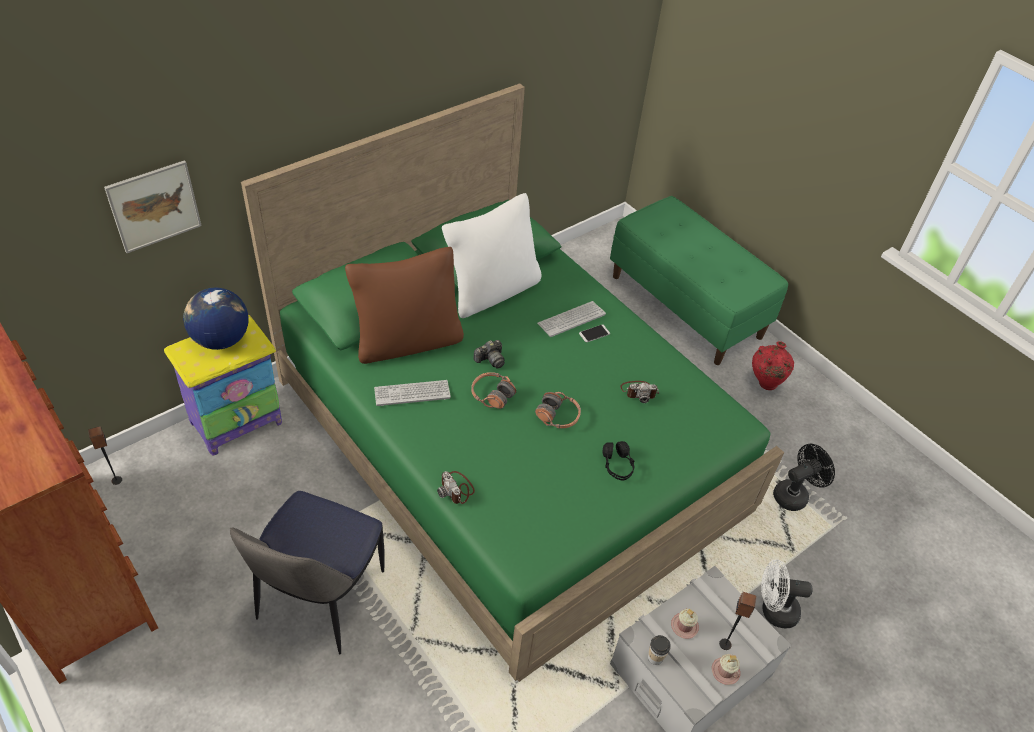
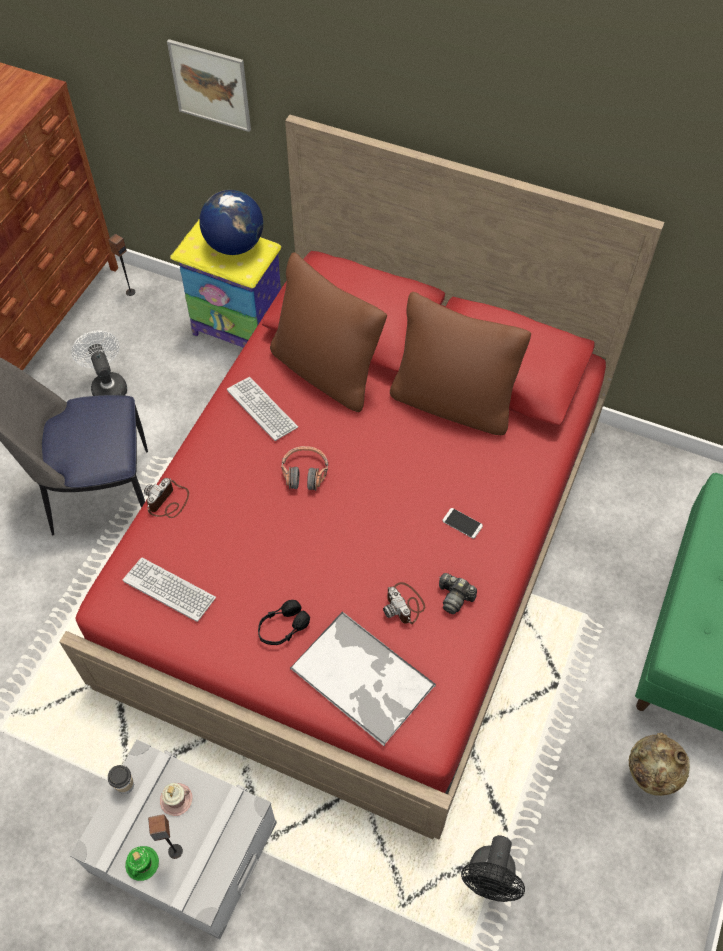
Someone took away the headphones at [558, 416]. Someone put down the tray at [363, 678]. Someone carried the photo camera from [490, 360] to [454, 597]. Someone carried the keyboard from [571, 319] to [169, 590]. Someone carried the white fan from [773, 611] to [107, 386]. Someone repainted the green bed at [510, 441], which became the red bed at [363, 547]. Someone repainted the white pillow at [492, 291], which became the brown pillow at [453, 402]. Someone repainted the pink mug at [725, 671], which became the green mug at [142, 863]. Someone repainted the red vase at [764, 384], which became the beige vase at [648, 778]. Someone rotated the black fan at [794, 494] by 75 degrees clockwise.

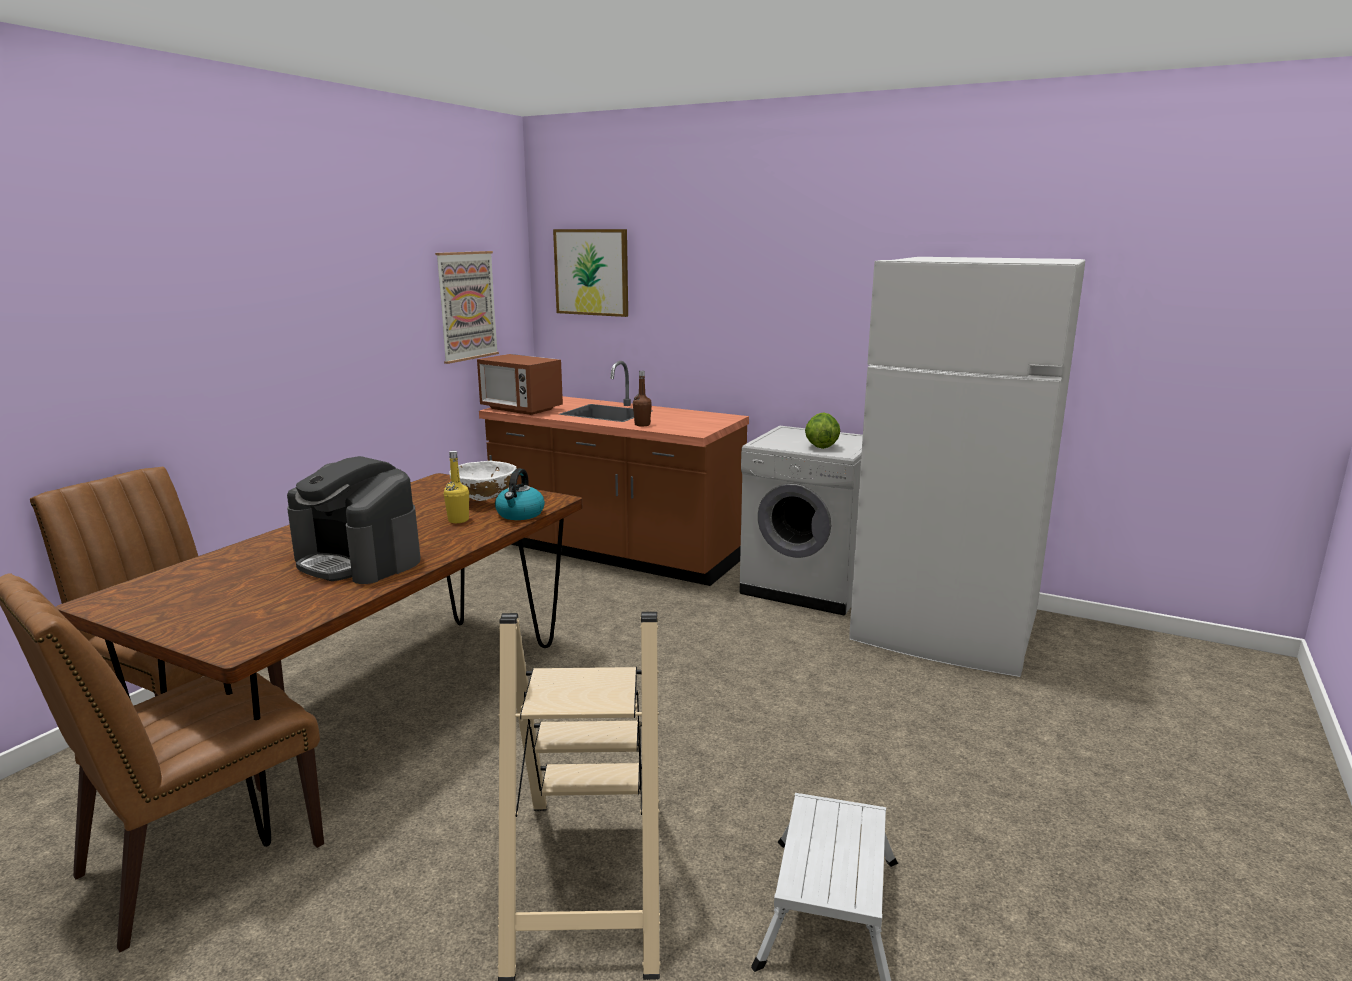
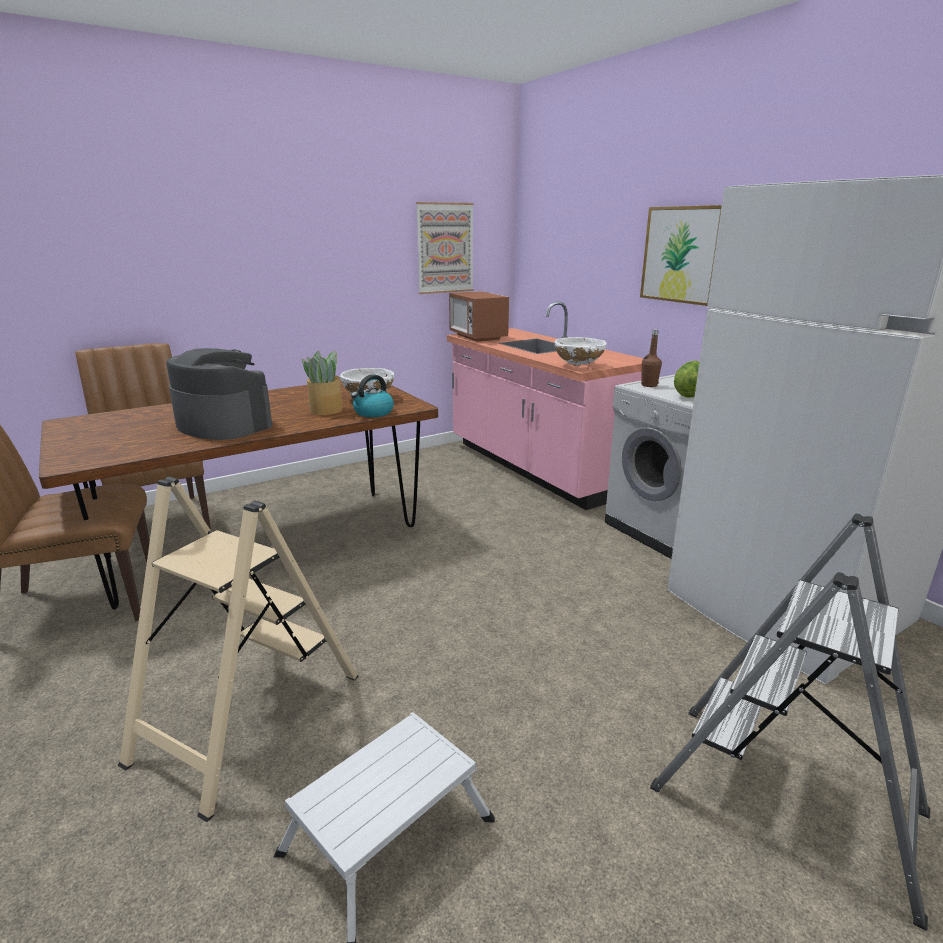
Someone put down the white bowl at [578, 366]. Someone put down the grey step ladder at [791, 800]. Someone carried the picture from [592, 272] to [682, 255]. Someone carried the brown bottle from [642, 425] to [649, 385]. Someone swapped the yellow bottle at [458, 520] for the potted plant at [327, 410]. Someone repainted the brown counter at [615, 553], which became the pink counter at [535, 467]. Someone rotated the coffee machine at [358, 560] by 150 degrees clockwise.

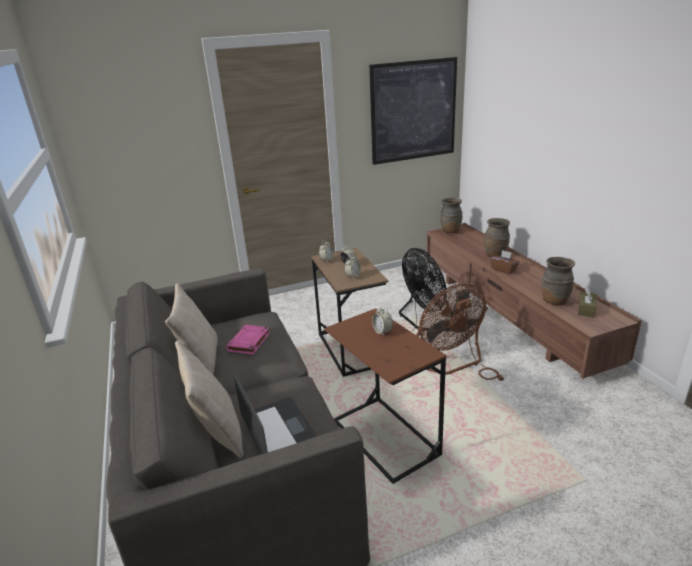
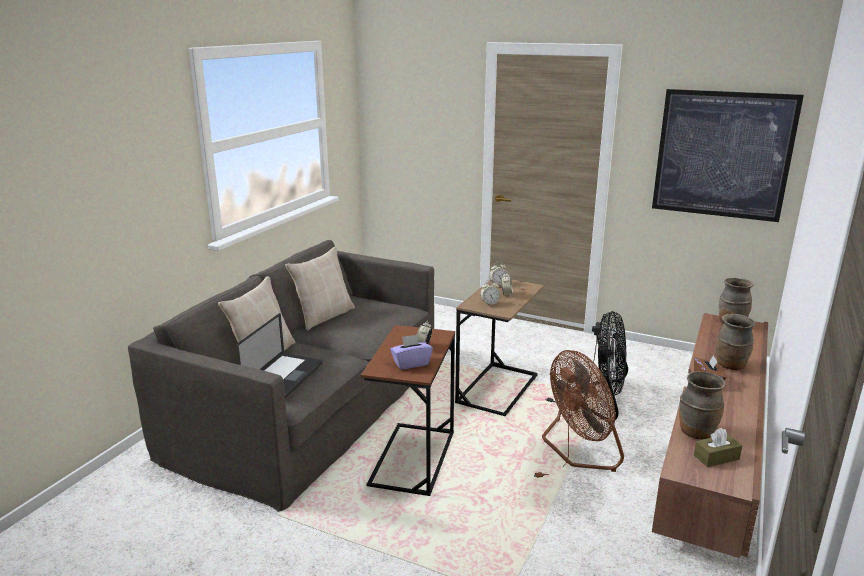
Someone took away the pink book at [249, 342]. Someone put down the purple tissue box at [411, 363]. Someone rotated the brown fan at [458, 362] by 45 degrees clockwise.

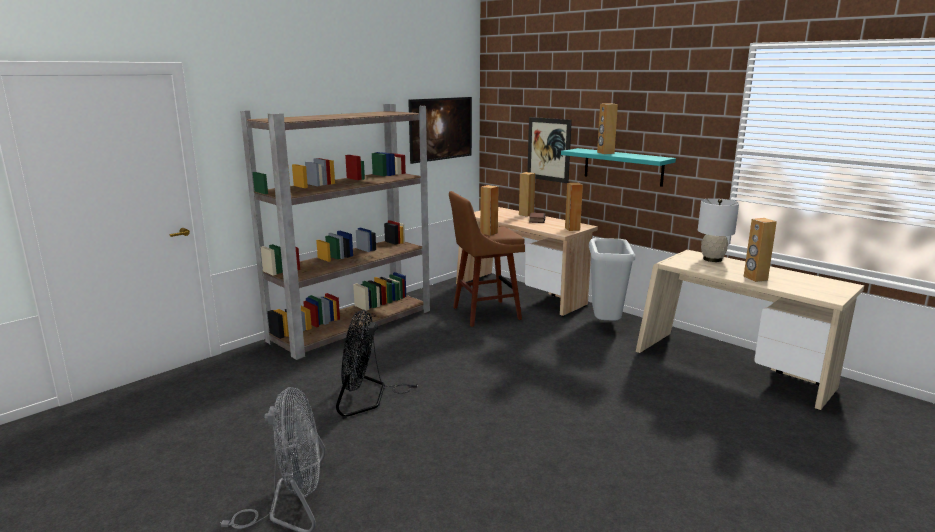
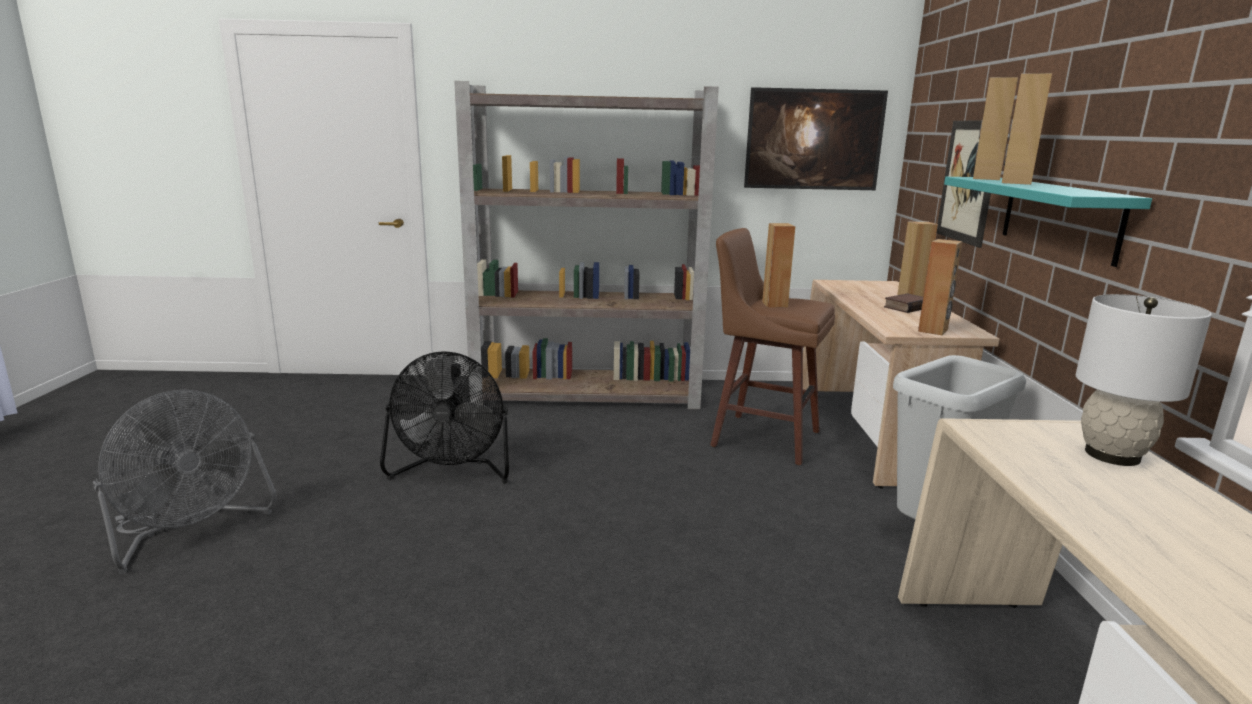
Someone carried the brown speaker from [755, 278] to [986, 178]. Someone rotated the black fan at [369, 395] by 135 degrees counterclockwise.

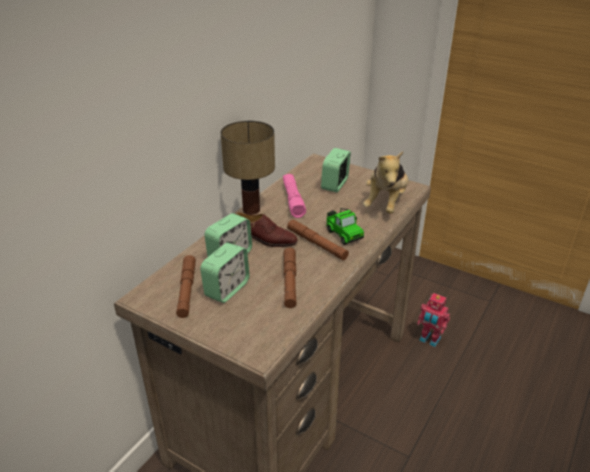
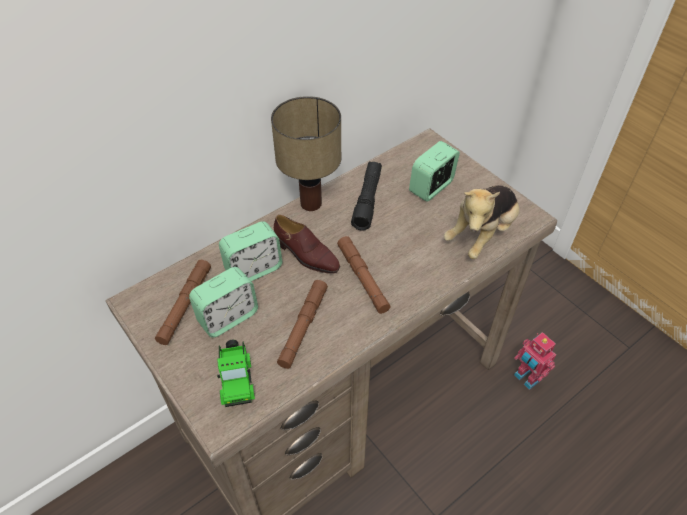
Someone carried the toy car from [343, 234] to [236, 379]. Someone repainted the pink flashlight at [293, 200], which became the black flashlight at [367, 200].

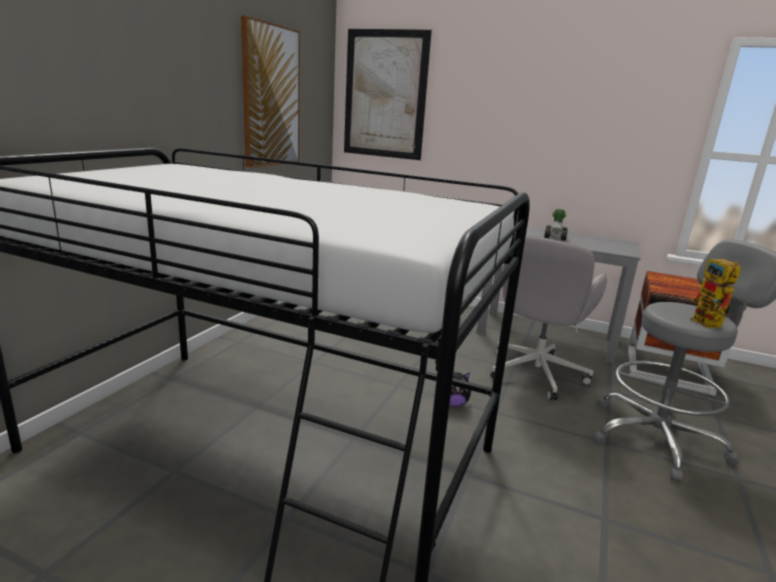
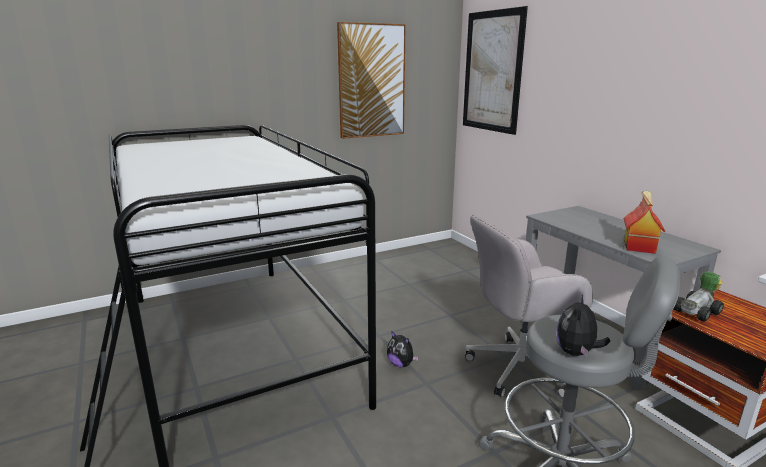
Someone put down the toy house at [638, 246]. Someone carried the toy car from [555, 237] to [698, 312]. Someone swapped the toy robot at [712, 325] for the plush toy at [576, 353].

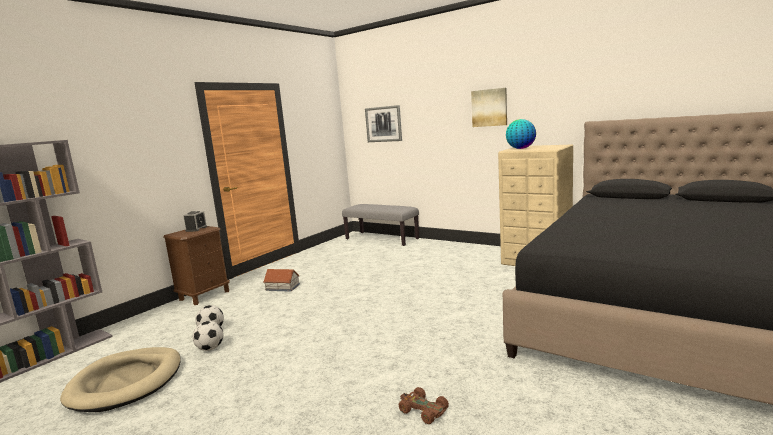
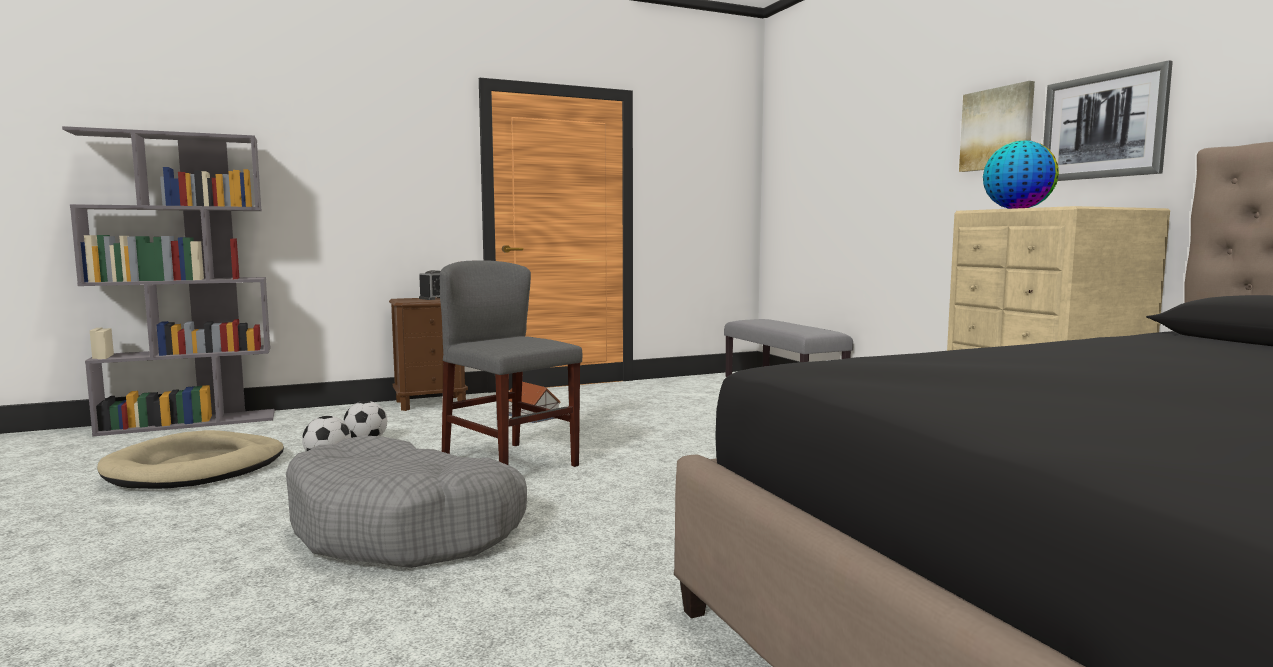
Someone took away the brown toy car at [422, 410]. Someone put down the grey dog bed at [407, 529]. Someone put down the grey chair at [510, 464]. Someone carried the picture from [383, 124] to [1103, 126].

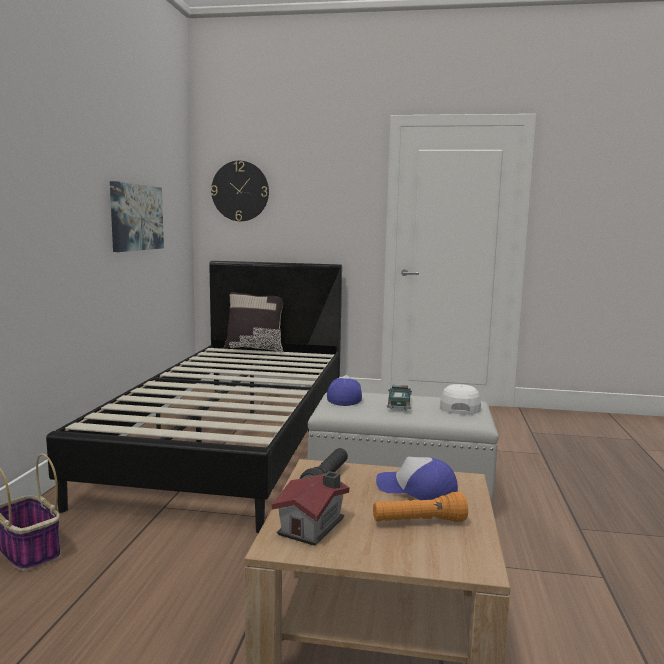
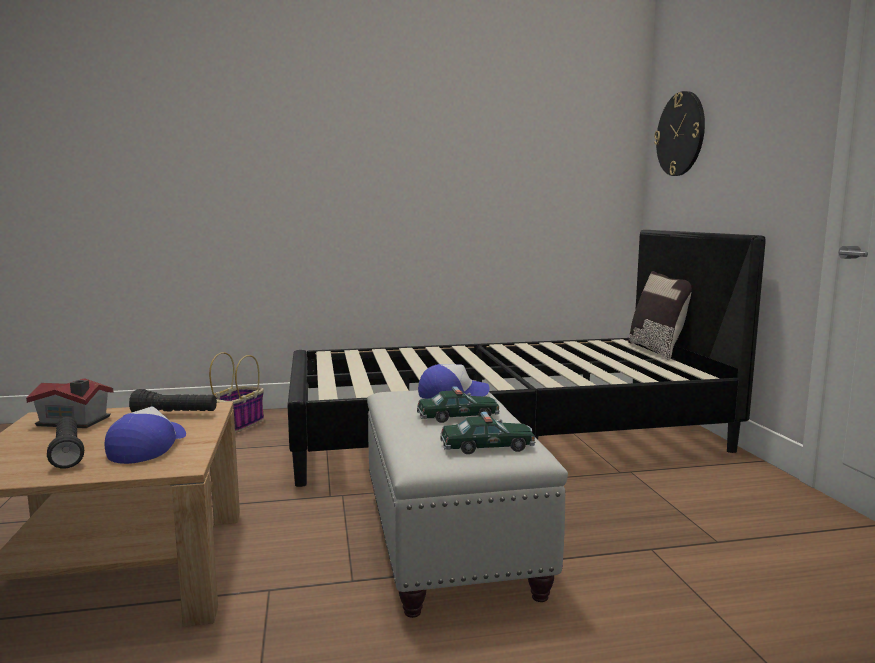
Someone took away the picture at [136, 217]. Someone swapped the white cap at [459, 407] for the toy car at [487, 447]. Someone repainted the orange flashlight at [418, 522], which became the black flashlight at [67, 453].

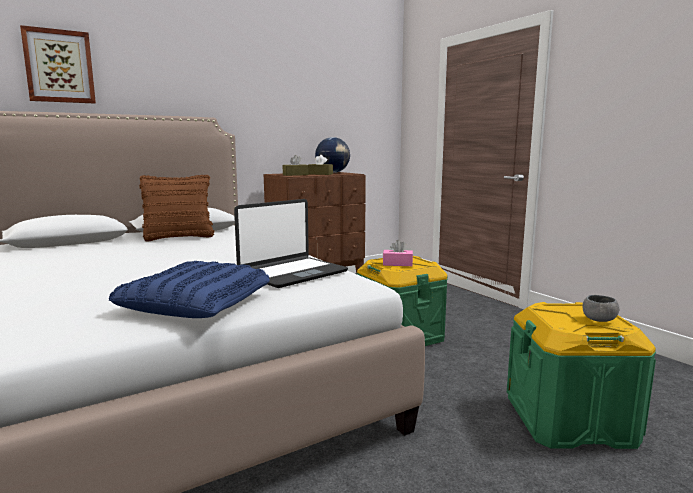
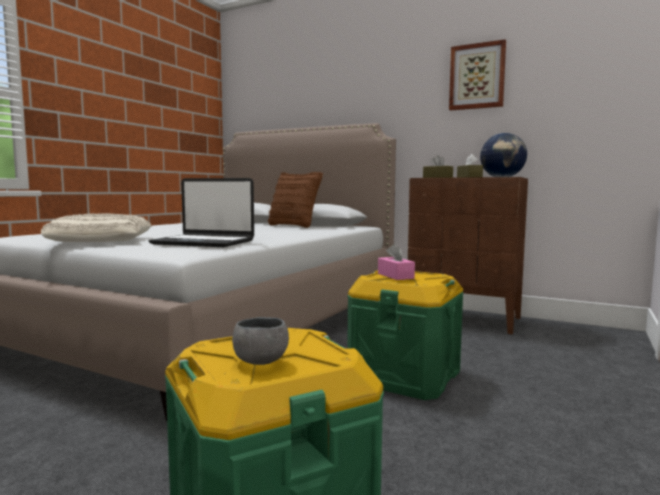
Someone carried the picture from [59, 66] to [477, 76]. Someone repainted the blue pillow at [196, 304], which became the beige pillow at [102, 241].

